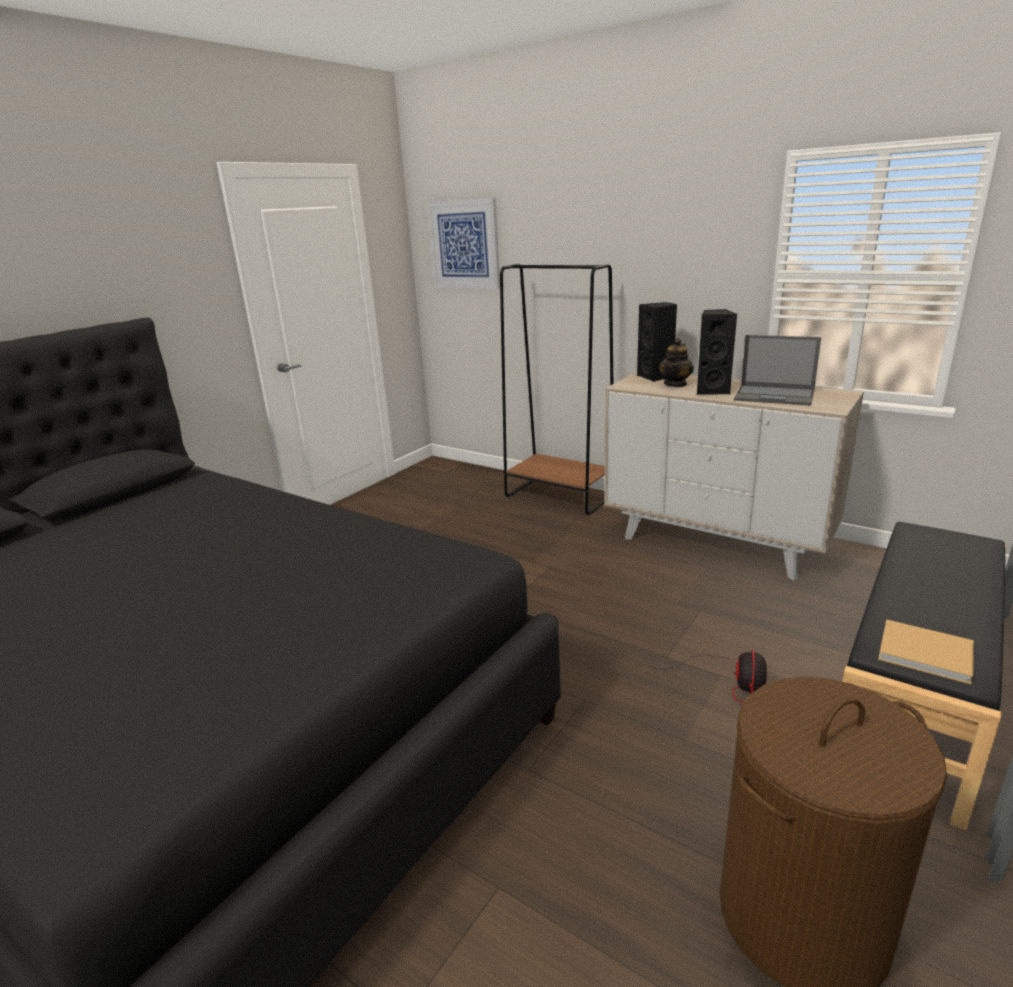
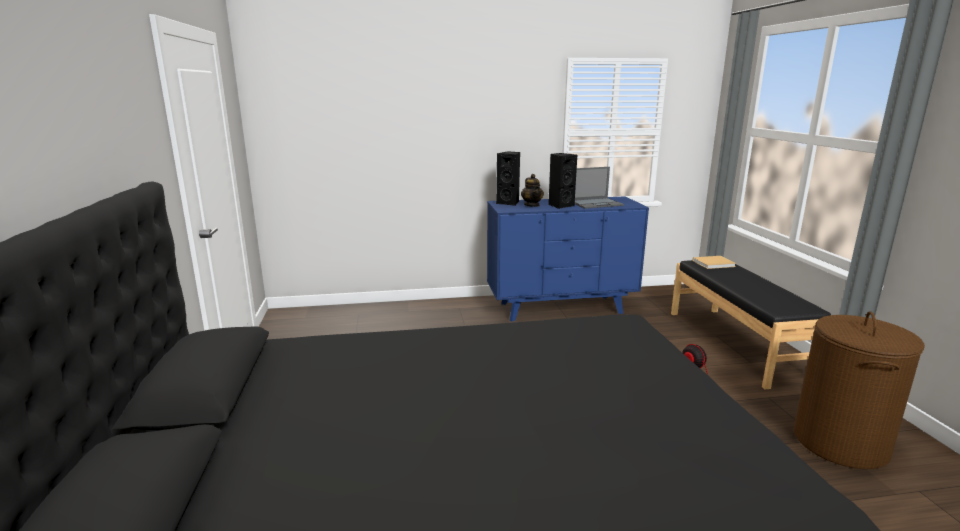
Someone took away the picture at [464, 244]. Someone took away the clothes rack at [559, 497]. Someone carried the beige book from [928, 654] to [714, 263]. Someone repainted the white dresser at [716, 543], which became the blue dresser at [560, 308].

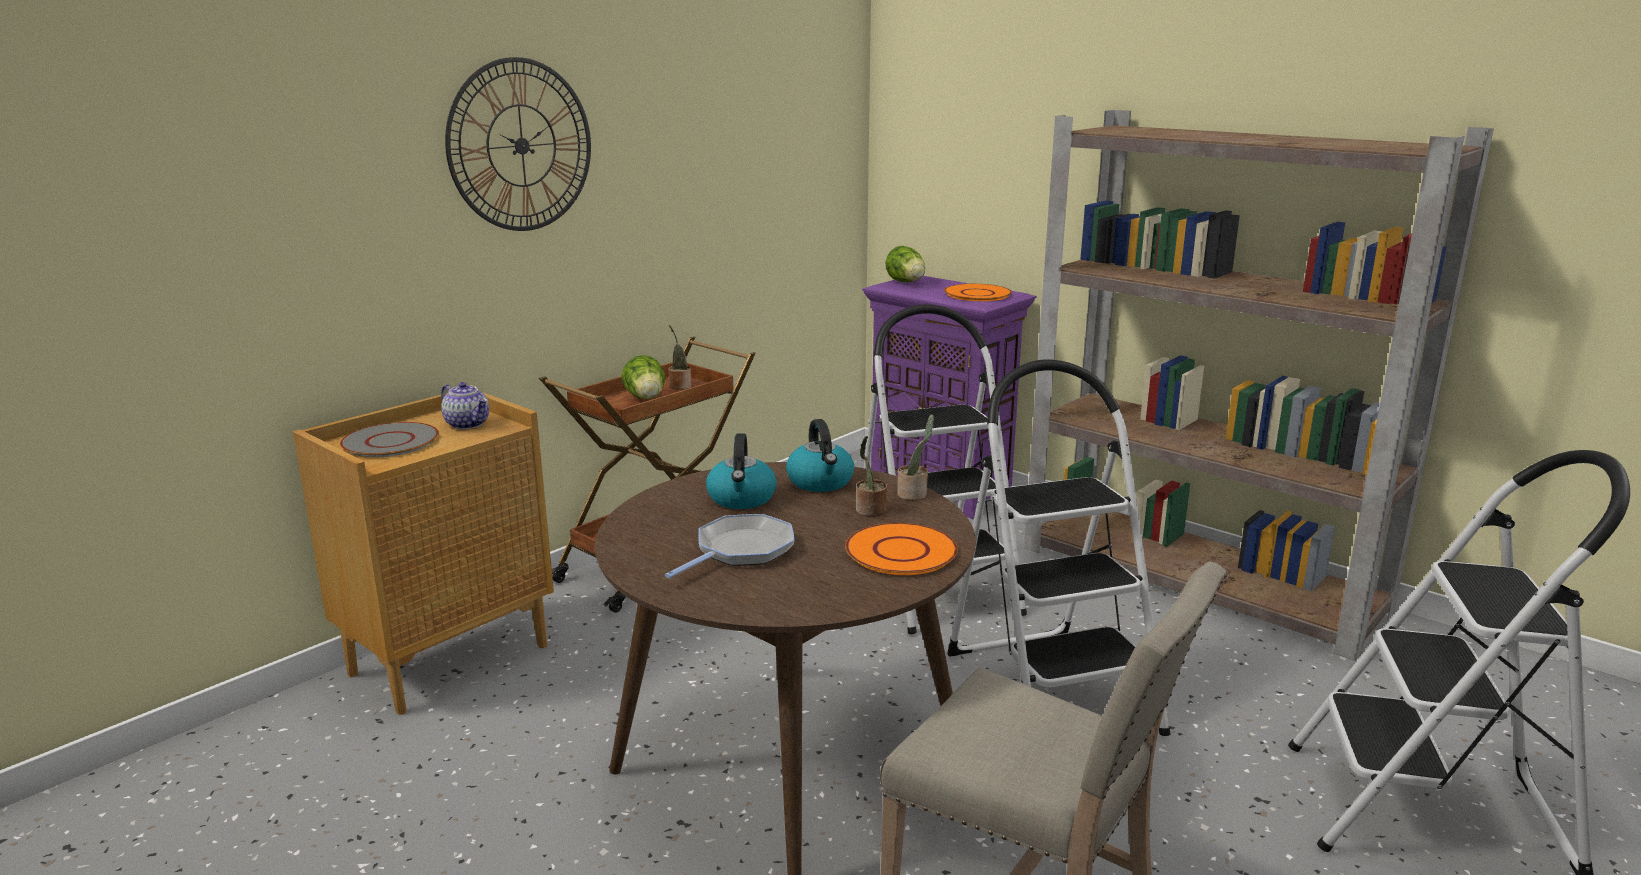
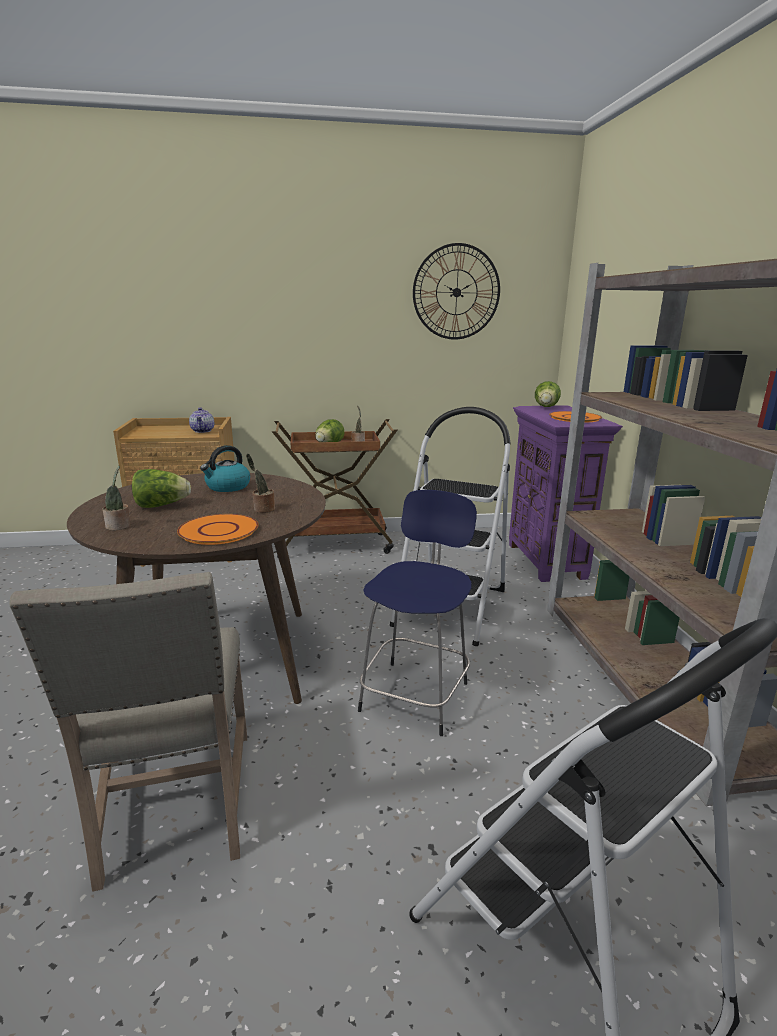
Someone took away the grey plate at [391, 442]. Someone took away the kettle at [821, 482]. Someone carried the wall clock from [521, 145] to [456, 292]. Someone carried the potted plant from [914, 494] to [119, 526]. Someone swapped the frying pan at [741, 550] for the lettuce at [161, 506]. Someone swapped the step ladder at [1049, 689] for the blue stool at [416, 694].

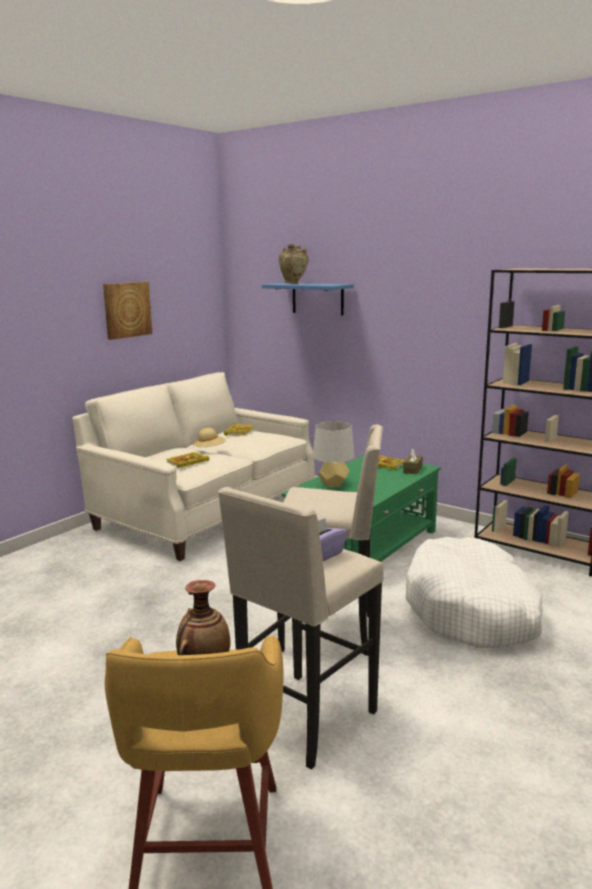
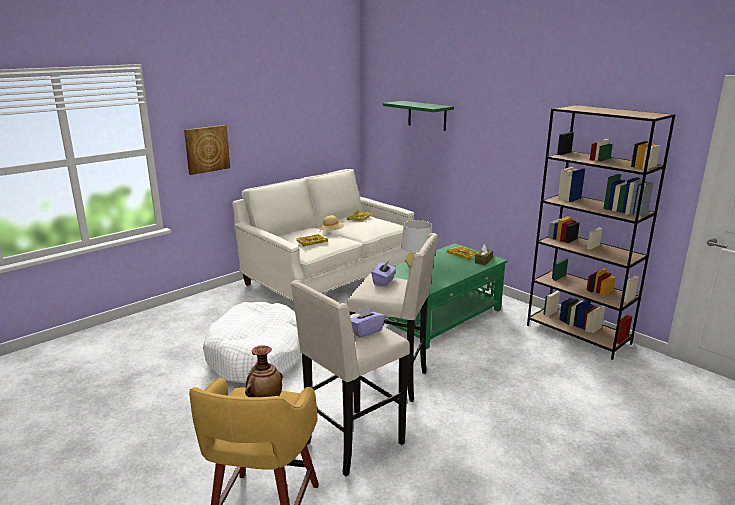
Someone took away the beige vase at [293, 284]. Someone put down the purple tissue box at [384, 281]. Someone carried the picture from [127, 309] to [207, 149]. Someone carried the white dog bed from [472, 610] to [256, 355]. Someone repainted the blue shelf at [317, 298], which became the green shelf at [427, 115].

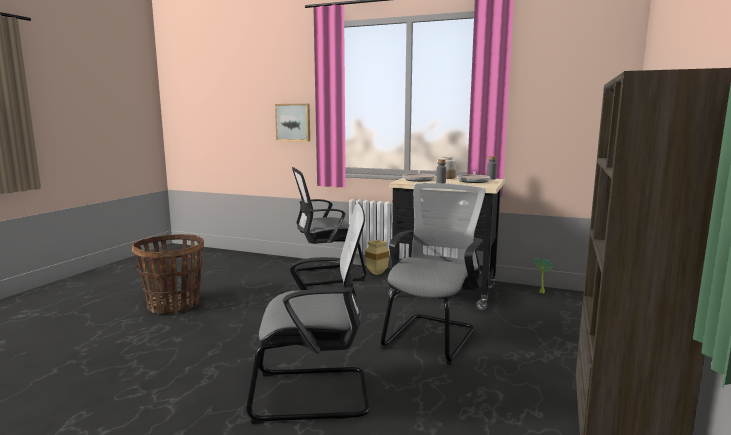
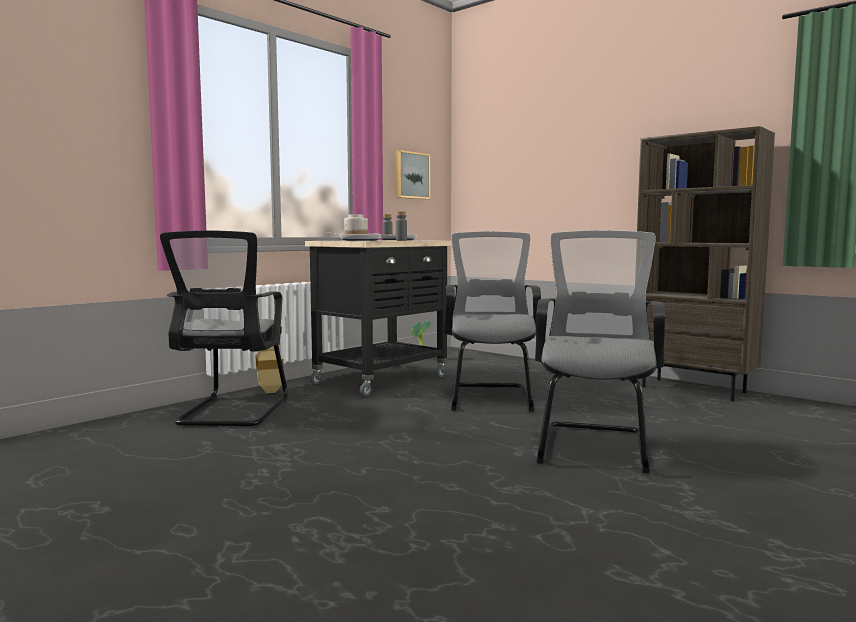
Someone took away the basket at [174, 305]. Someone carried the picture from [293, 122] to [411, 175]. Someone rotated the chair at [432, 337] by 45 degrees clockwise.

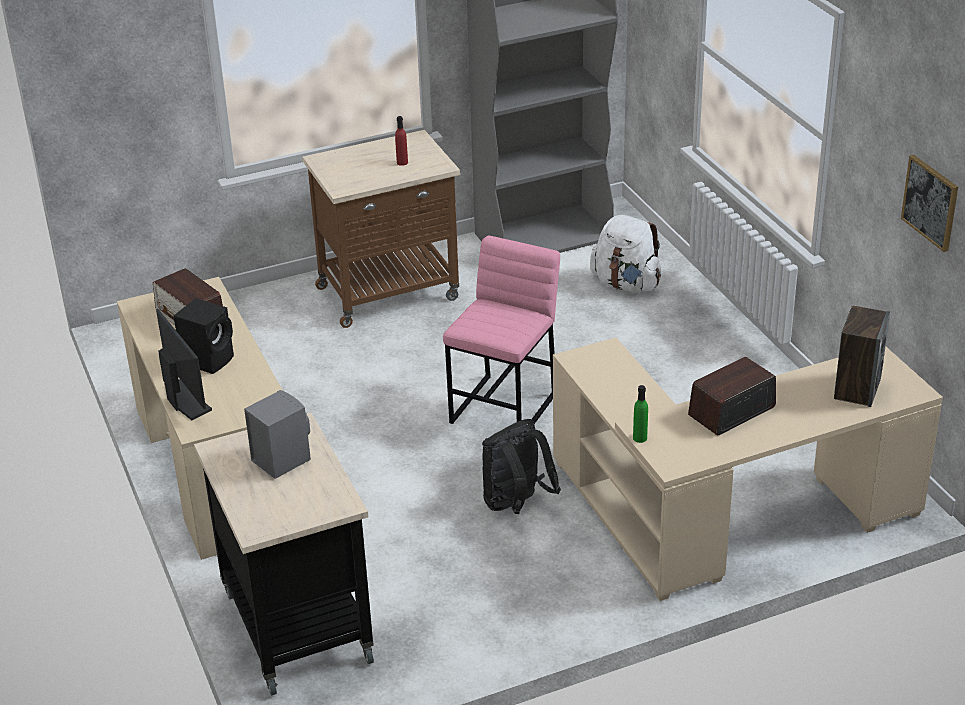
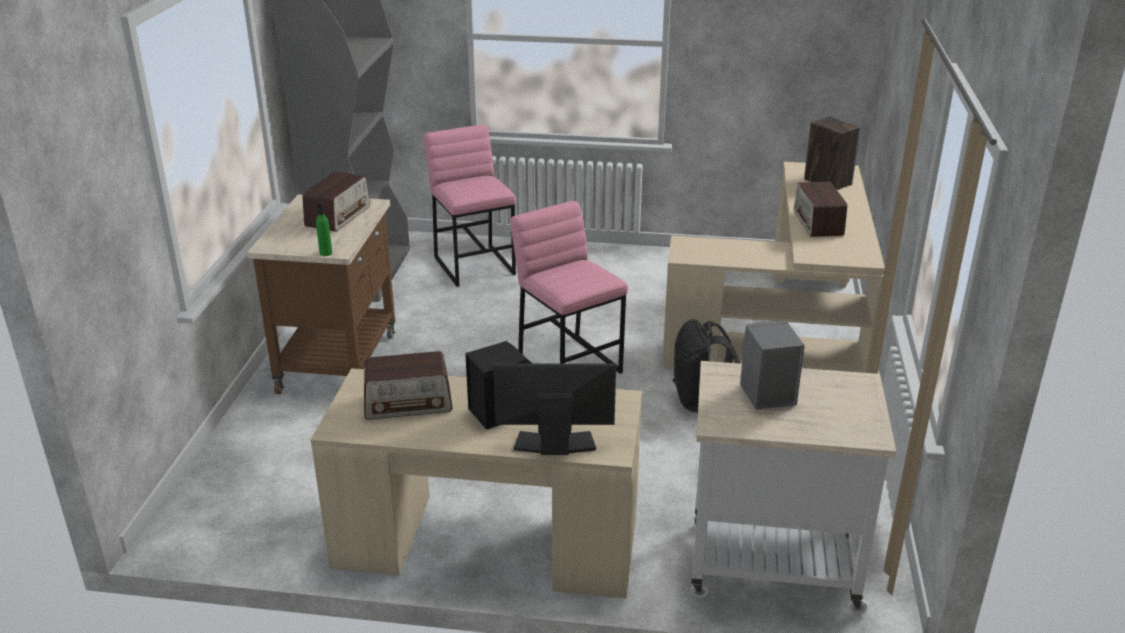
Someone took away the picture at [931, 202]. Someone carried the green bottle from [640, 438] to [326, 253]. Someone swapped the red bottle at [402, 162] for the radio at [338, 216]. Someone swapped the white backpack at [626, 284] for the pink chair at [473, 265]. Someone repainted the black cart at [296, 626], which became the white cart at [772, 567].

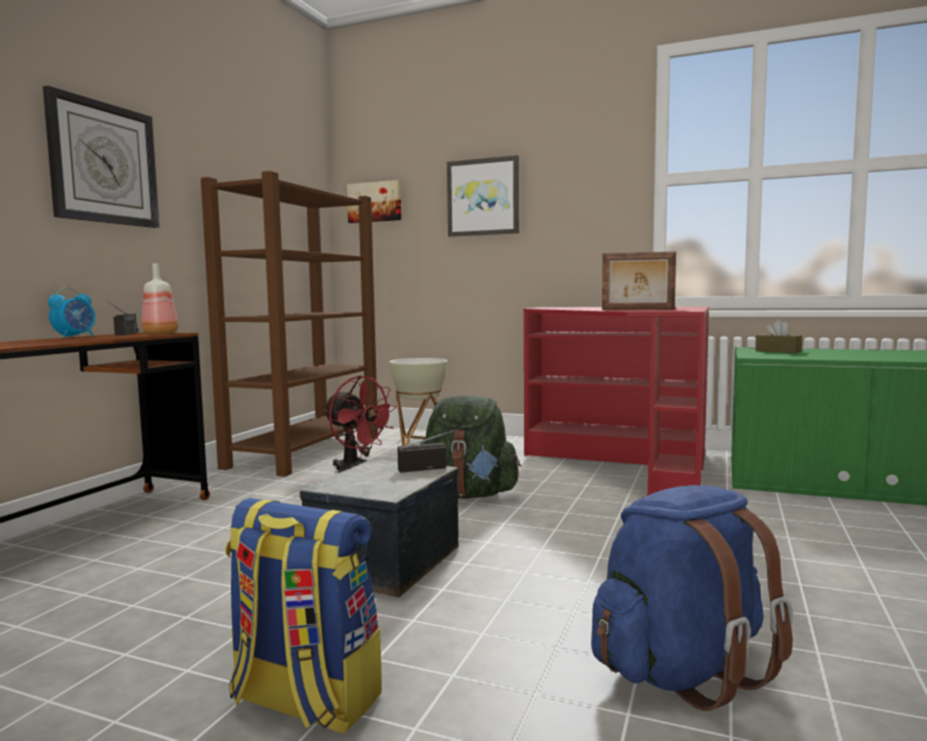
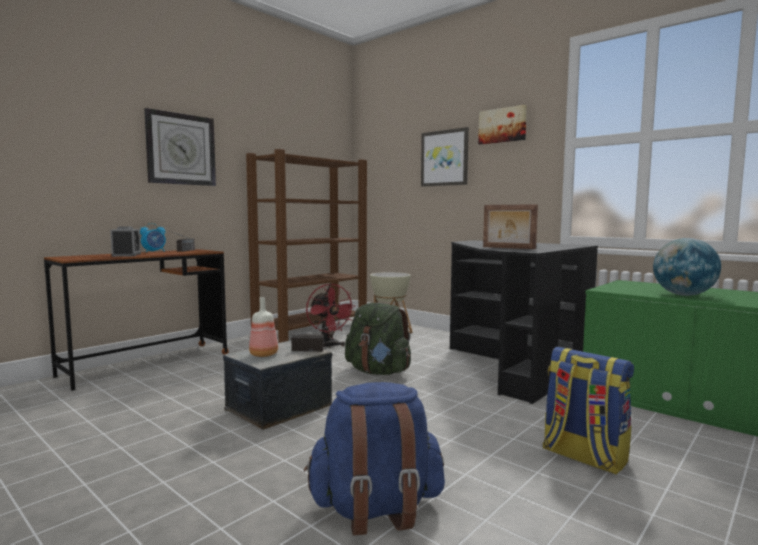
Someone took away the brown tissue box at [778, 351]. Someone put down the alarm clock at [126, 255]. Someone put down the globe at [683, 295]. Someone carried the bottle from [161, 333] to [264, 354]. Someone carried the backpack from [303, 701] to [583, 457]. Someone carried the picture from [375, 202] to [502, 125]. Someone repainted the red desk at [619, 467], which became the black desk at [510, 366].

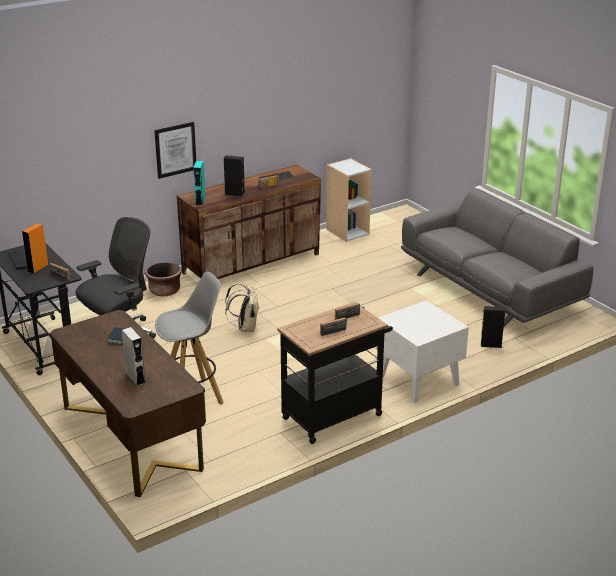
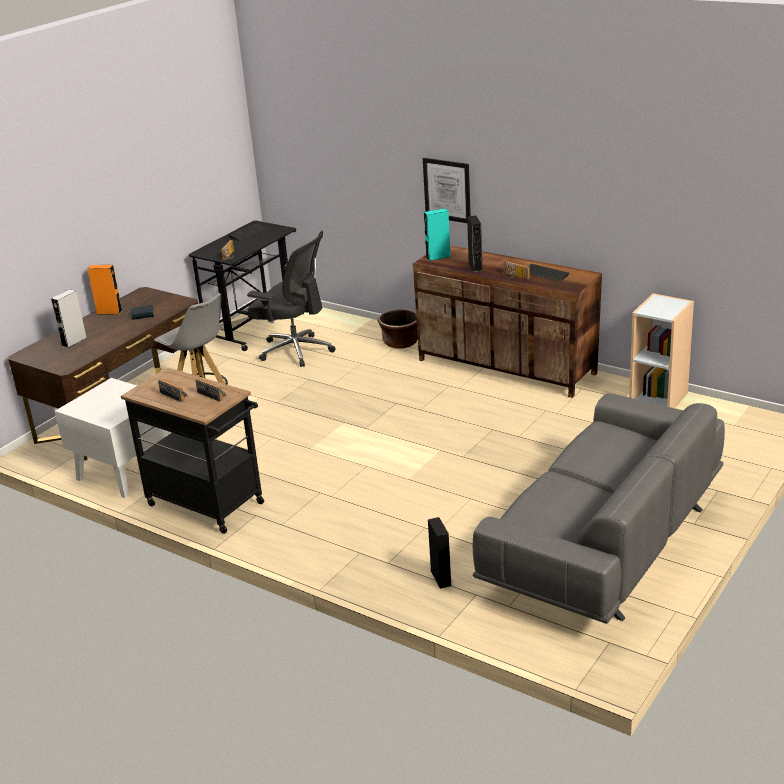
Someone took away the beige backpack at [245, 327]. Someone carried the orange speaker from [38, 268] to [109, 312]. Someone carried the white nightstand from [418, 380] to [124, 471].

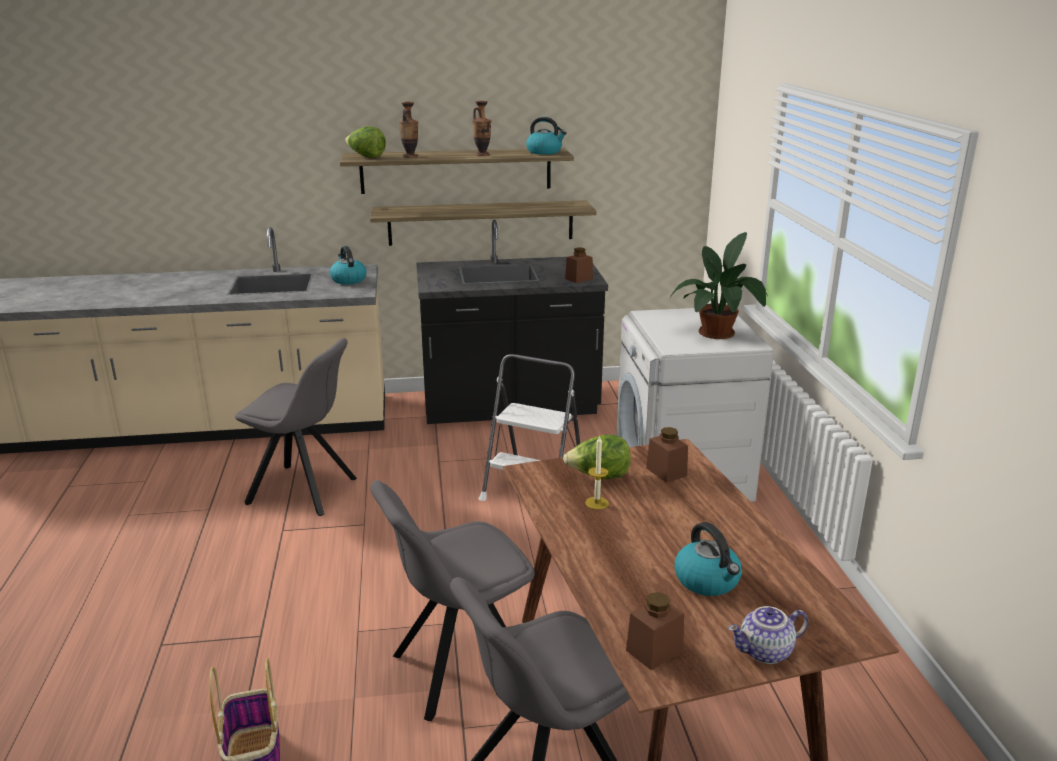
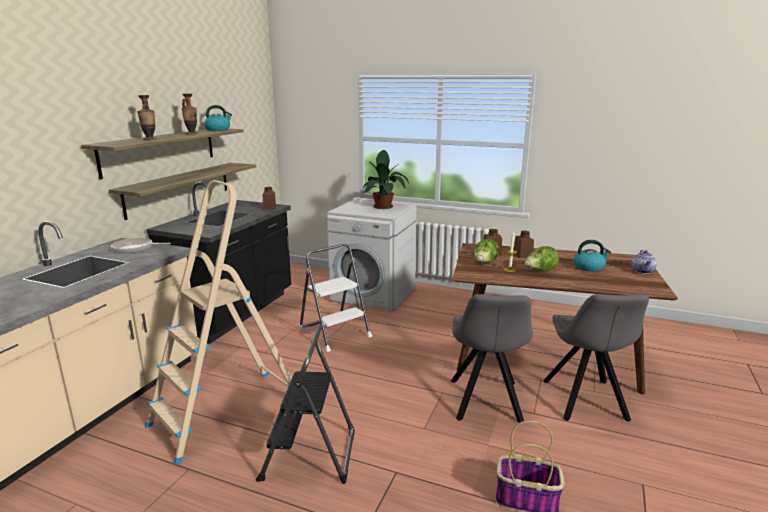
Someone put down the black step ladder at [313, 455]. Someone carried the lettuce from [366, 157] to [540, 271]. Someone carried the brown jar from [654, 650] to [523, 255]. Someone swapped the grey chair at [303, 490] for the beige step ladder at [226, 413]. Someone swapped the kettle at [348, 280] for the frying pan at [135, 248].

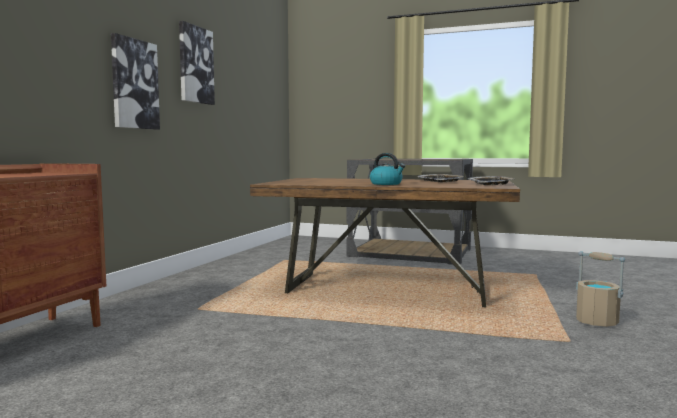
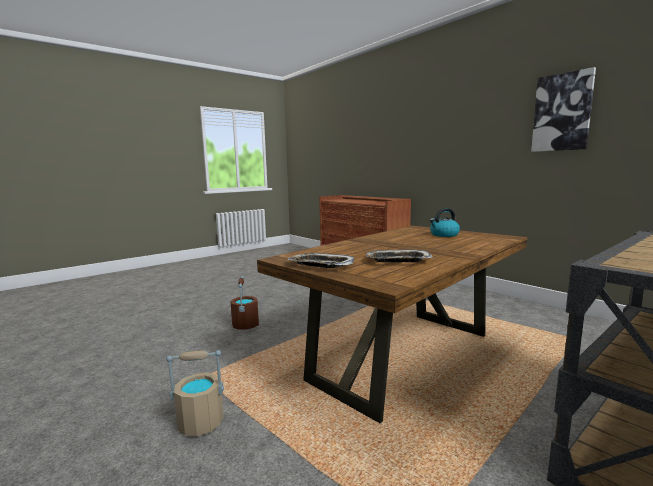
Someone took away the picture at [134, 84]. Someone put down the brown bucket at [245, 325]. Someone carried the kettle from [386, 184] to [444, 235].

